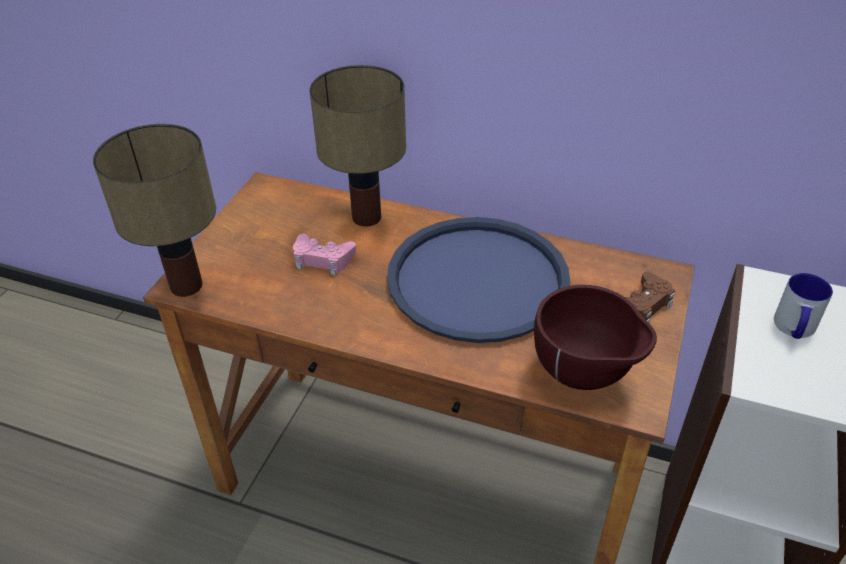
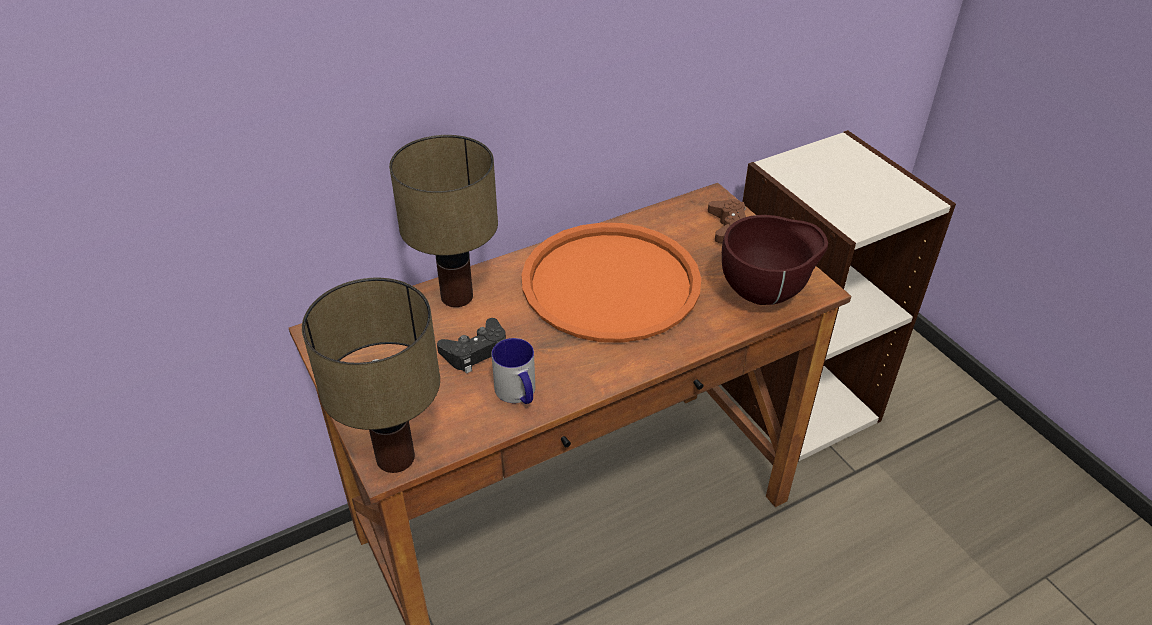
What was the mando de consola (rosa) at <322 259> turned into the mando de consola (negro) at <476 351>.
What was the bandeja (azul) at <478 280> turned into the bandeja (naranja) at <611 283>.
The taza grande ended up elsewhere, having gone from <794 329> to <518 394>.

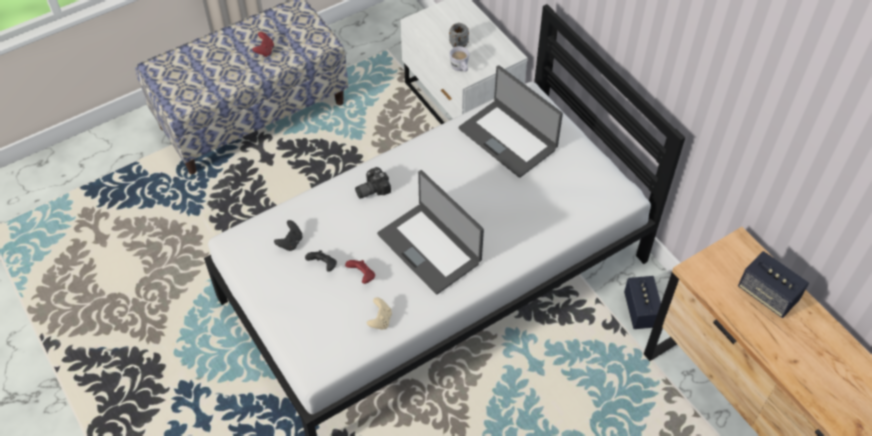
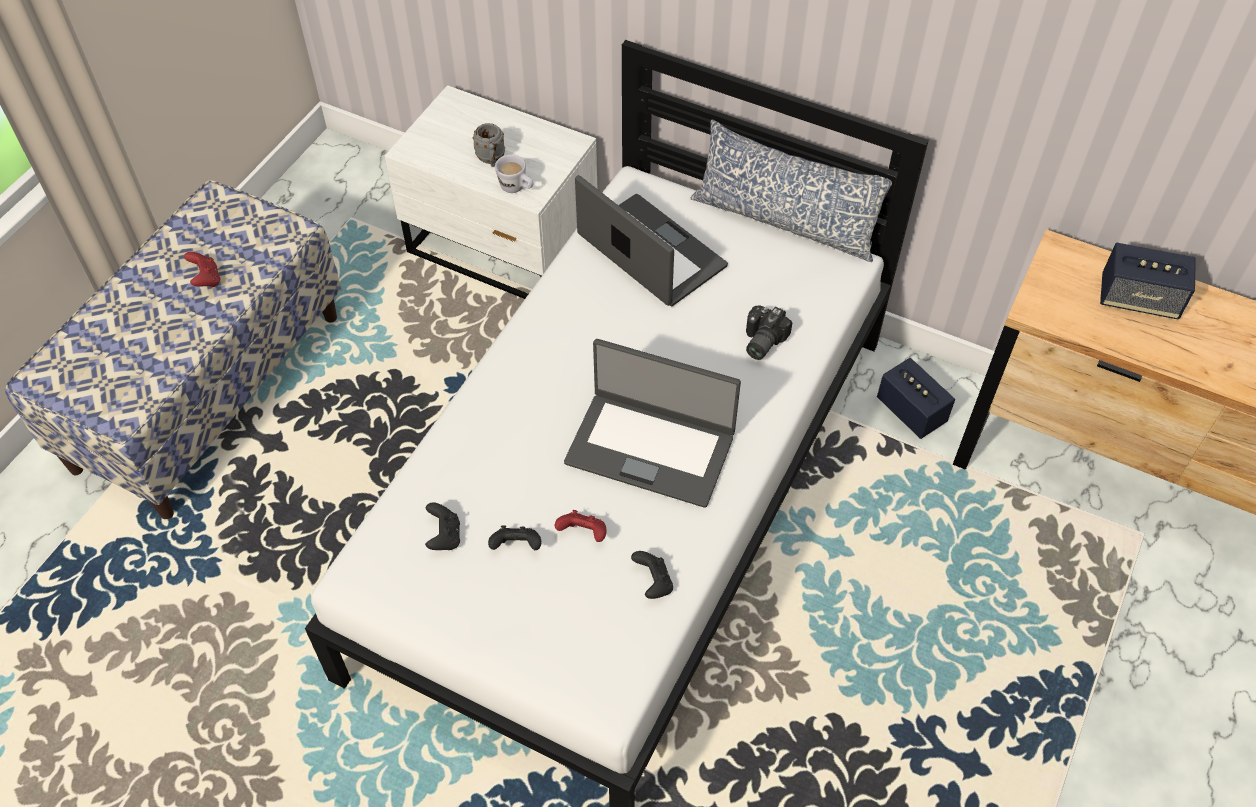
The cámara ended up elsewhere, having gone from <371 189> to <760 341>.
What was the mando de consola (beis) at <380 320> turned into the mando de consola (negro) at <653 583>.
The portátil at <508 138> ended up facing another way, 150 degrees counterclockwise from before.
The second view gained the cojín at <784 221>.

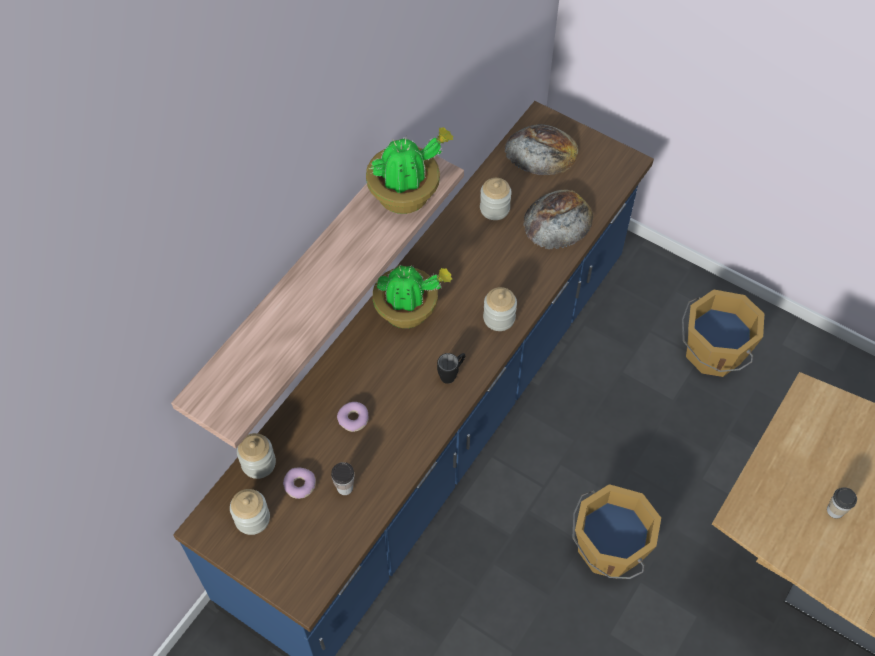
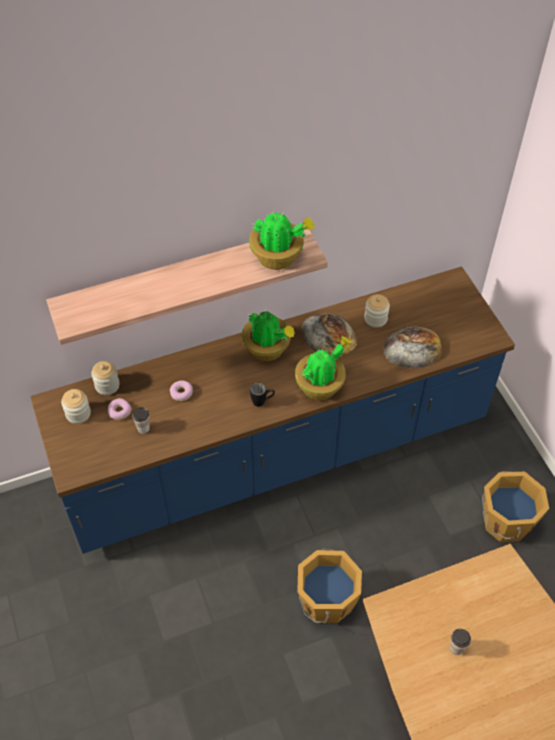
Where the tarro stood at <499 318>, the planta en maceta came to stand at <321 386>.
The pan ended up elsewhere, having gone from <541 150> to <329 335>.

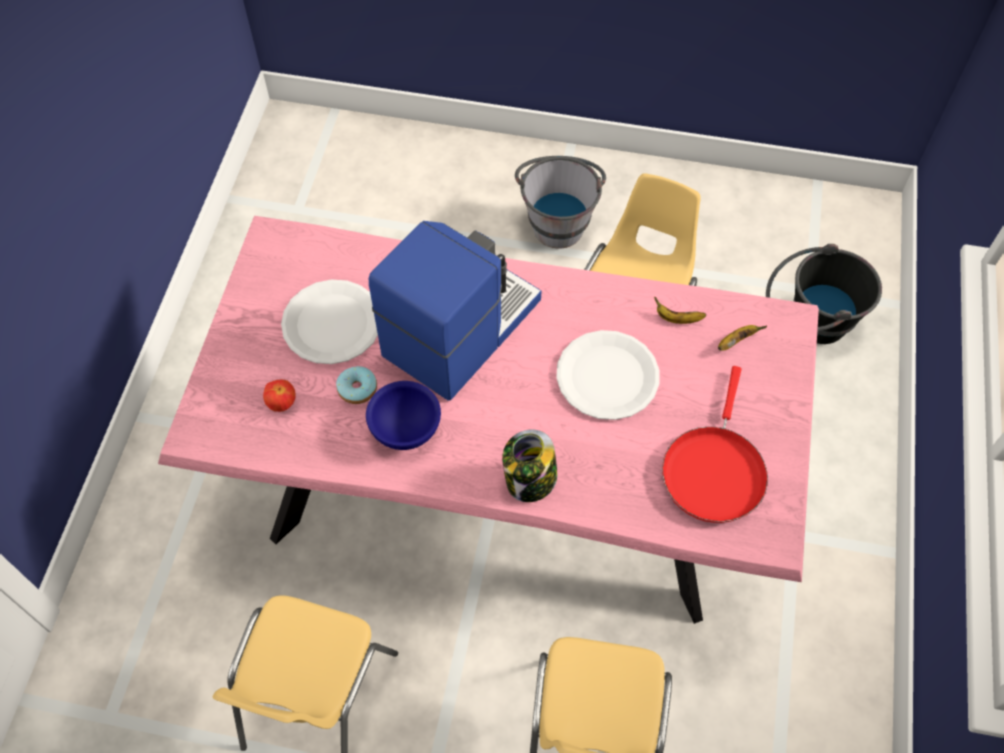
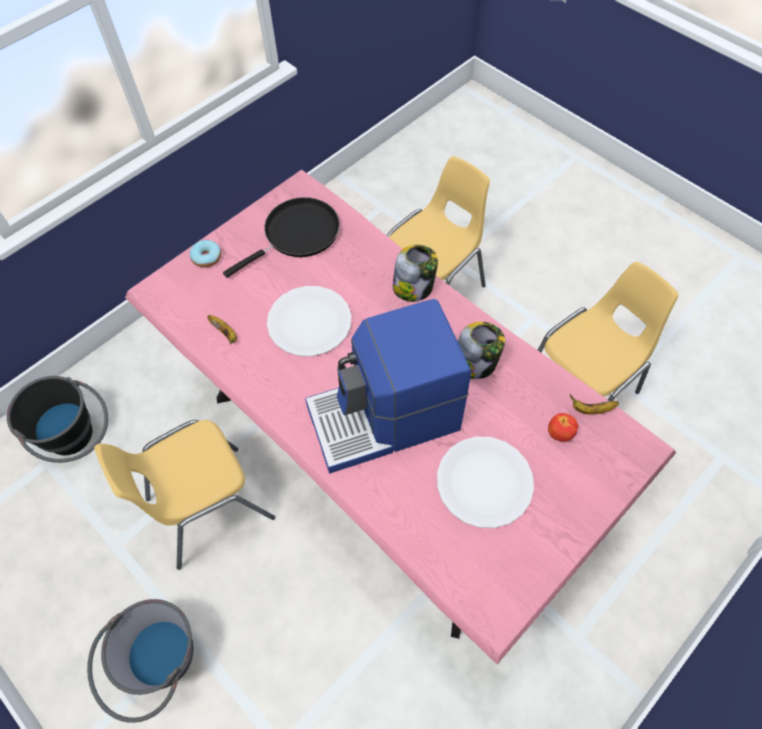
The rosquilla ended up elsewhere, having gone from <357 389> to <207 257>.
Where the cuenco (azul) stood at <406 430>, the tarro came to stand at <475 363>.
What was the sartén (rojo) at <714 470> turned into the sartén (negro) at <297 235>.
The plátano ended up elsewhere, having gone from <736 341> to <591 409>.

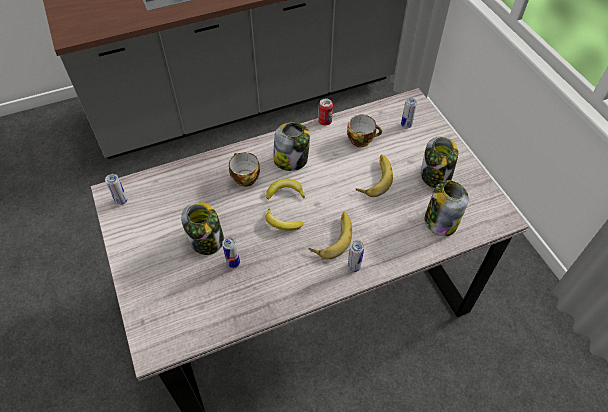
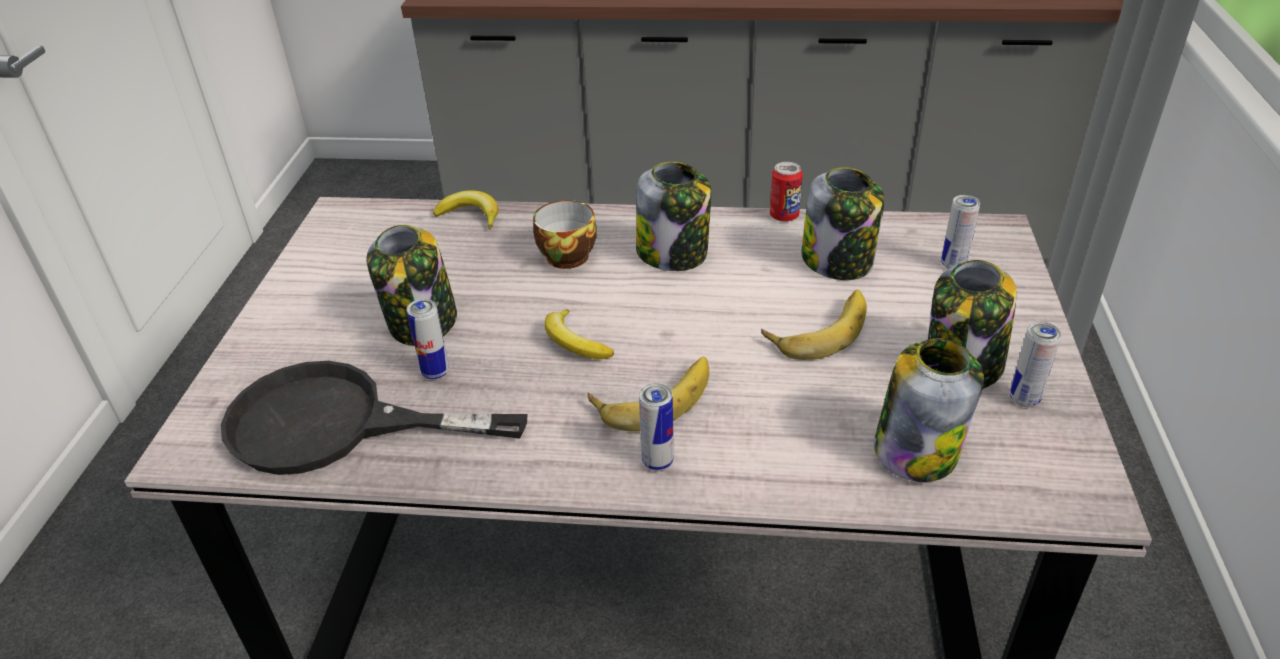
The lata ended up elsewhere, having gone from <121 201> to <1024 399>.
The plátano ended up elsewhere, having gone from <285 192> to <471 216>.
Where the taza stood at <361 139>, the tarro came to stand at <838 261>.
The second view gained the sartén (negro) at <335 425>.

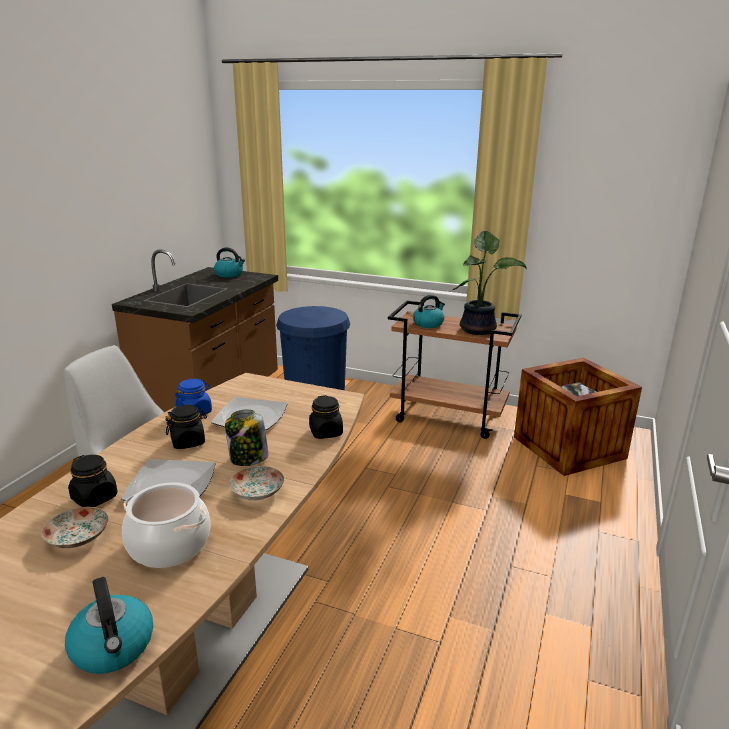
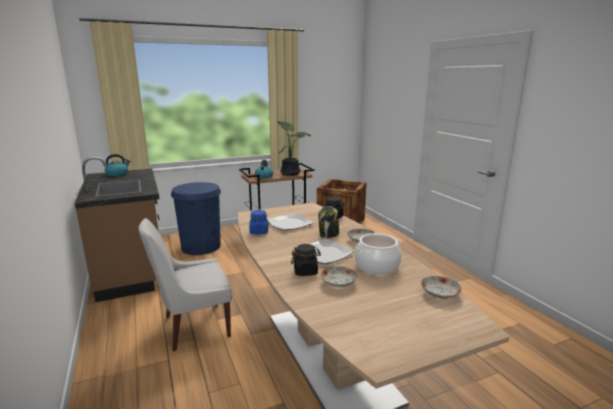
Where the hervidor stood at <114 647>, the plato came to stand at <439 293>.
The second view lost the tarro (negro) at <188 442>.

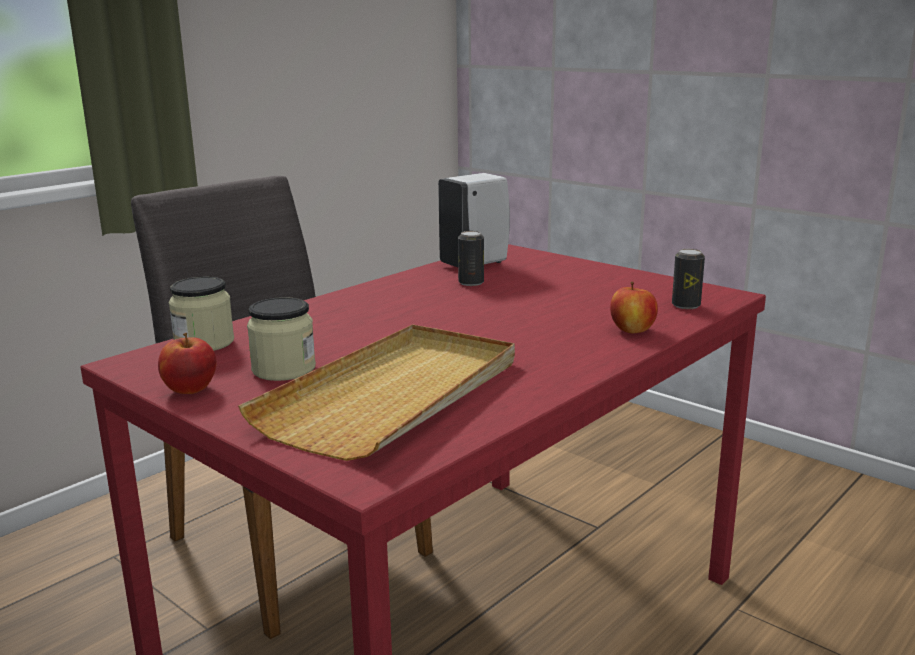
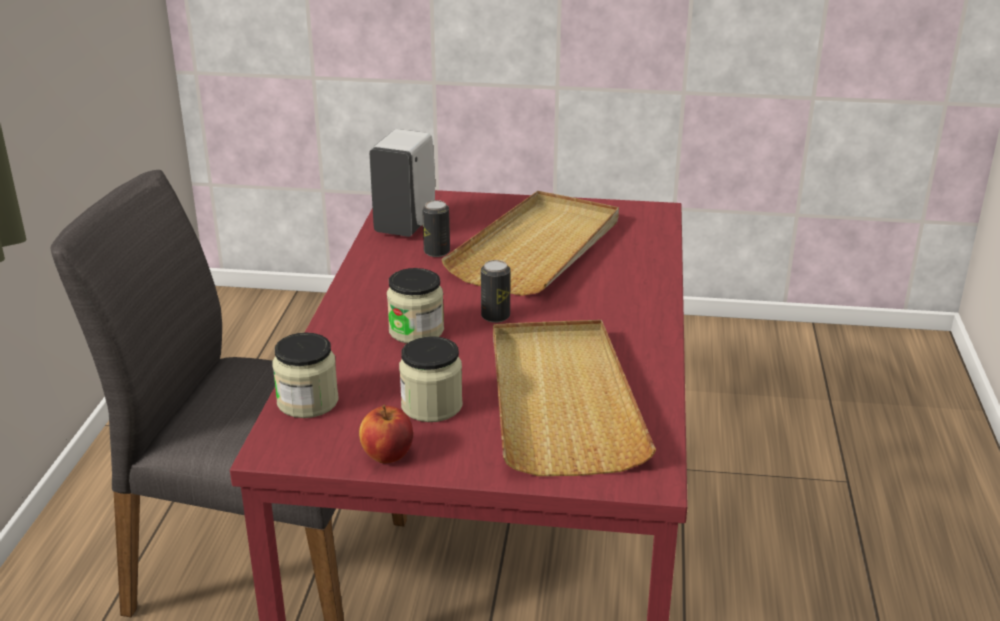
The second view lost the manzana at <632 330>.
The lata ended up elsewhere, having gone from <686 305> to <495 316>.
The second view gained the tarro at <416 331>.
The second view gained the bandeja (beis) at <538 248>.

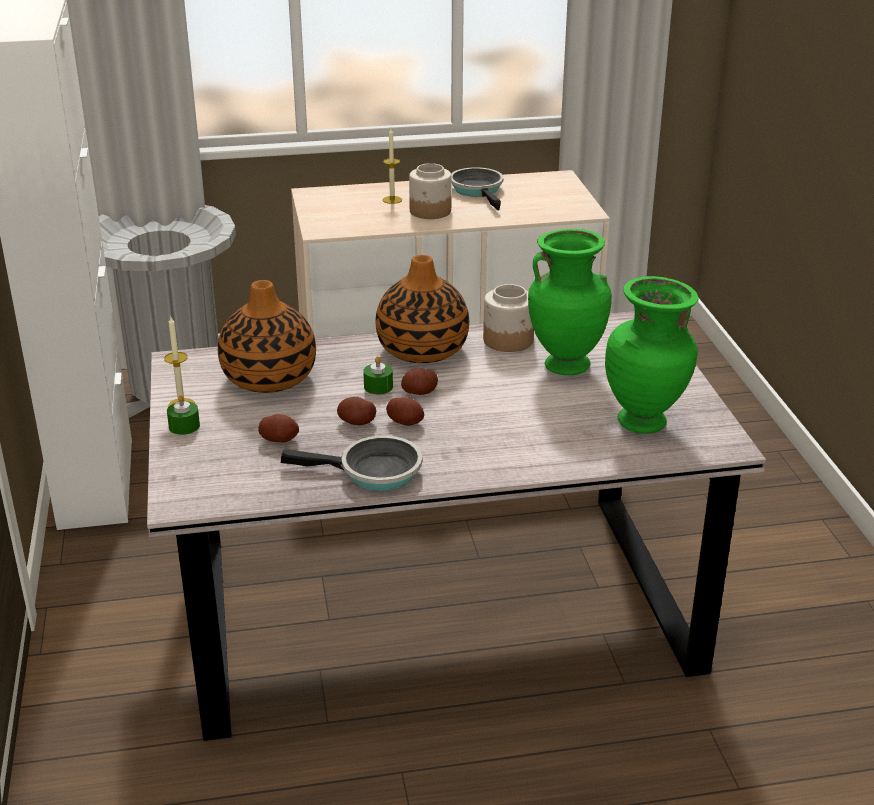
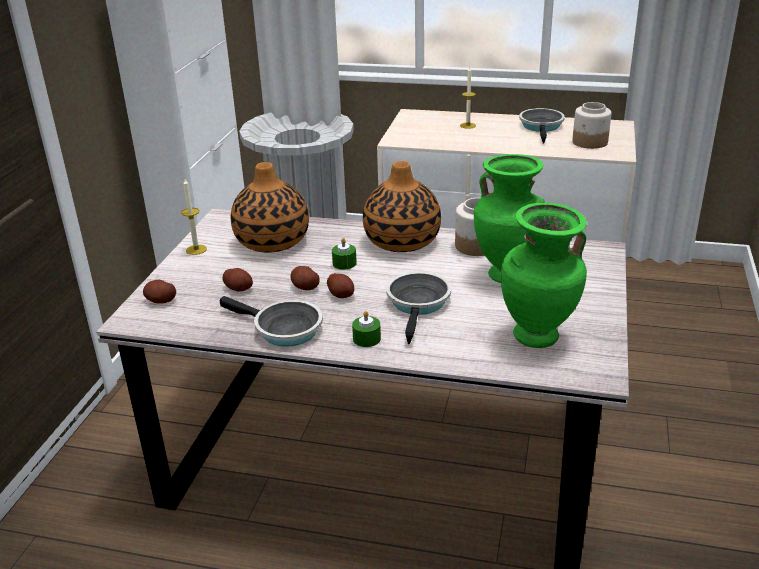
The vela (verde) ended up elsewhere, having gone from <184 426> to <366 339>.
The patata ended up elsewhere, having gone from <420 392> to <161 301>.
The tarro ended up elsewhere, having gone from <430 211> to <590 142>.
The second view gained the sartén at <418 304>.

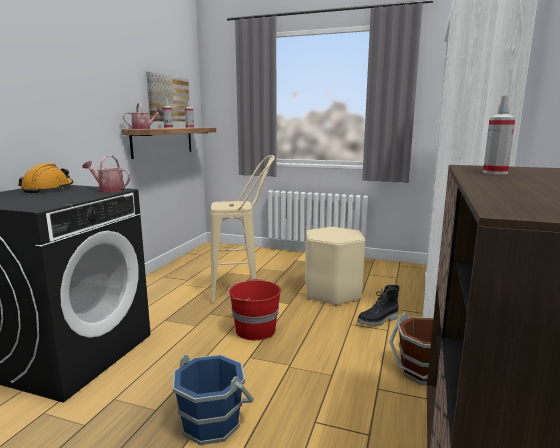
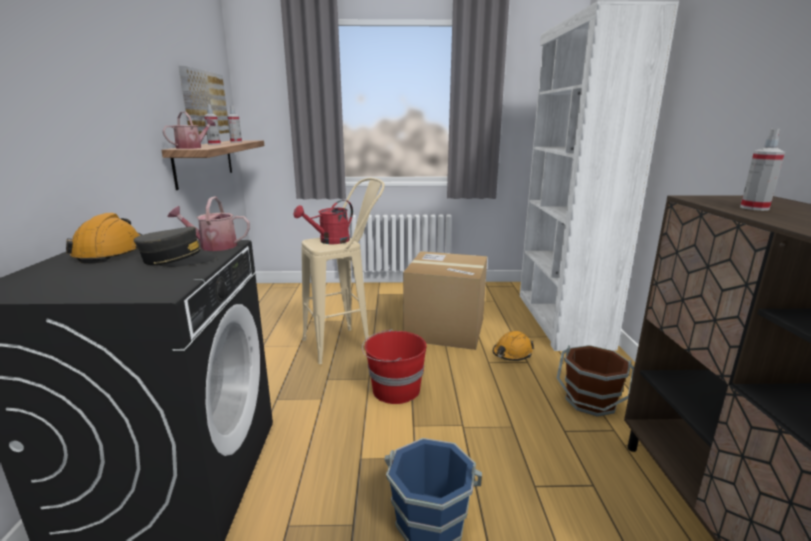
Where the taburete (beis) stood at <332 293>, the caja de cartón came to stand at <445 329>.
Where the bota (negro) stood at <378 321>, the casco (naranja) came to stand at <512 353>.
The second view gained the gorra (gris) at <177 260>.
The second view gained the regadera (rojo) at <329 241>.

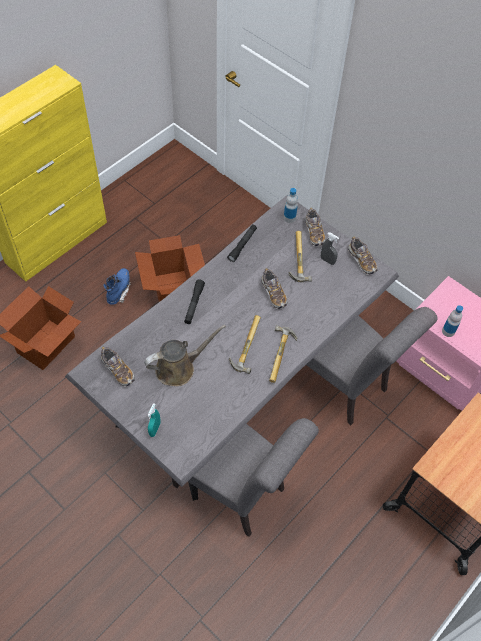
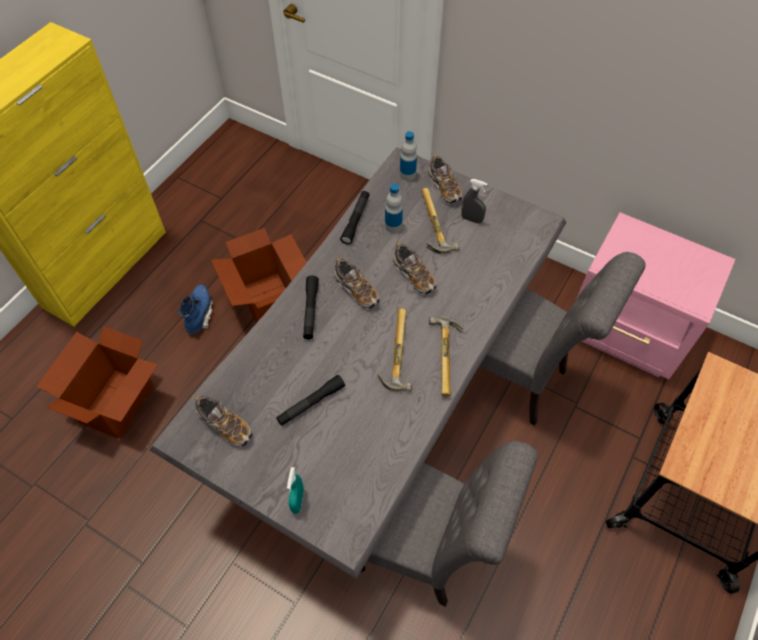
Where the regadera (marrón) stood at <179 368>, the linterna (negro) came to stand at <311 403>.
The zapato ended up elsewhere, having gone from <362 260> to <356 290>.
The botella ended up elsewhere, having gone from <448 331> to <393 226>.

